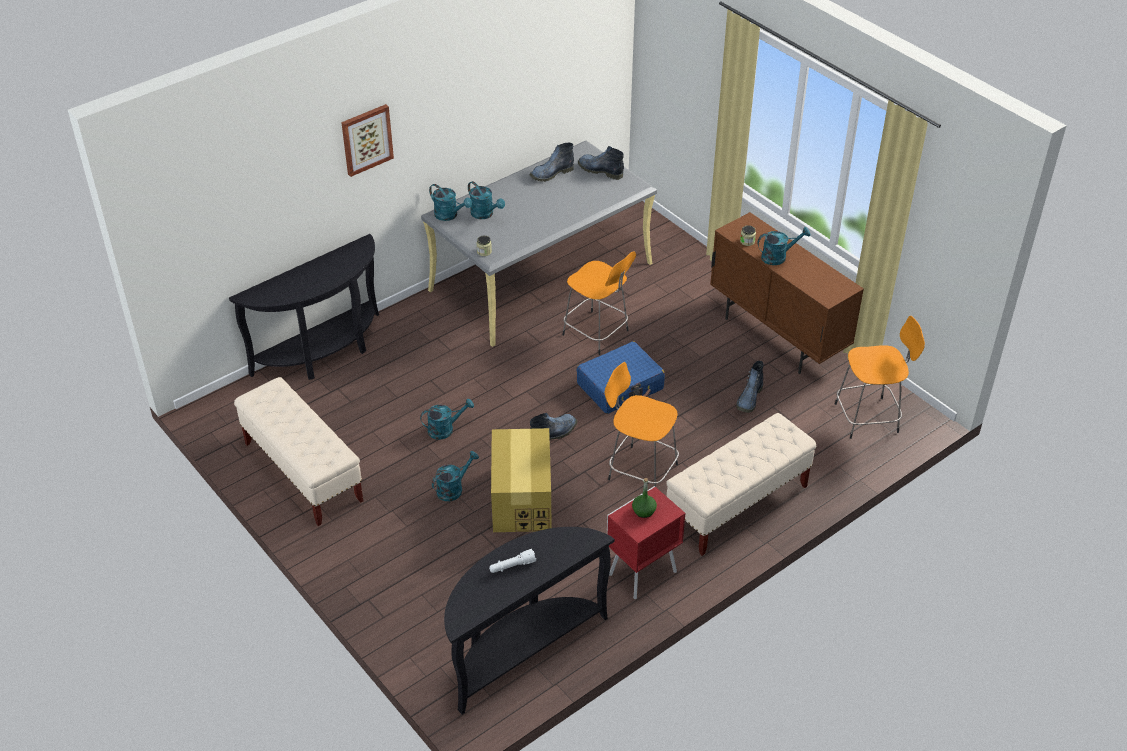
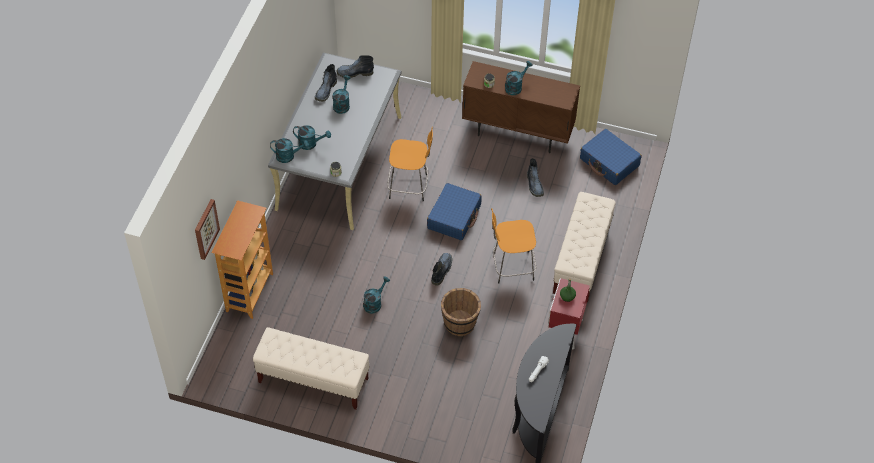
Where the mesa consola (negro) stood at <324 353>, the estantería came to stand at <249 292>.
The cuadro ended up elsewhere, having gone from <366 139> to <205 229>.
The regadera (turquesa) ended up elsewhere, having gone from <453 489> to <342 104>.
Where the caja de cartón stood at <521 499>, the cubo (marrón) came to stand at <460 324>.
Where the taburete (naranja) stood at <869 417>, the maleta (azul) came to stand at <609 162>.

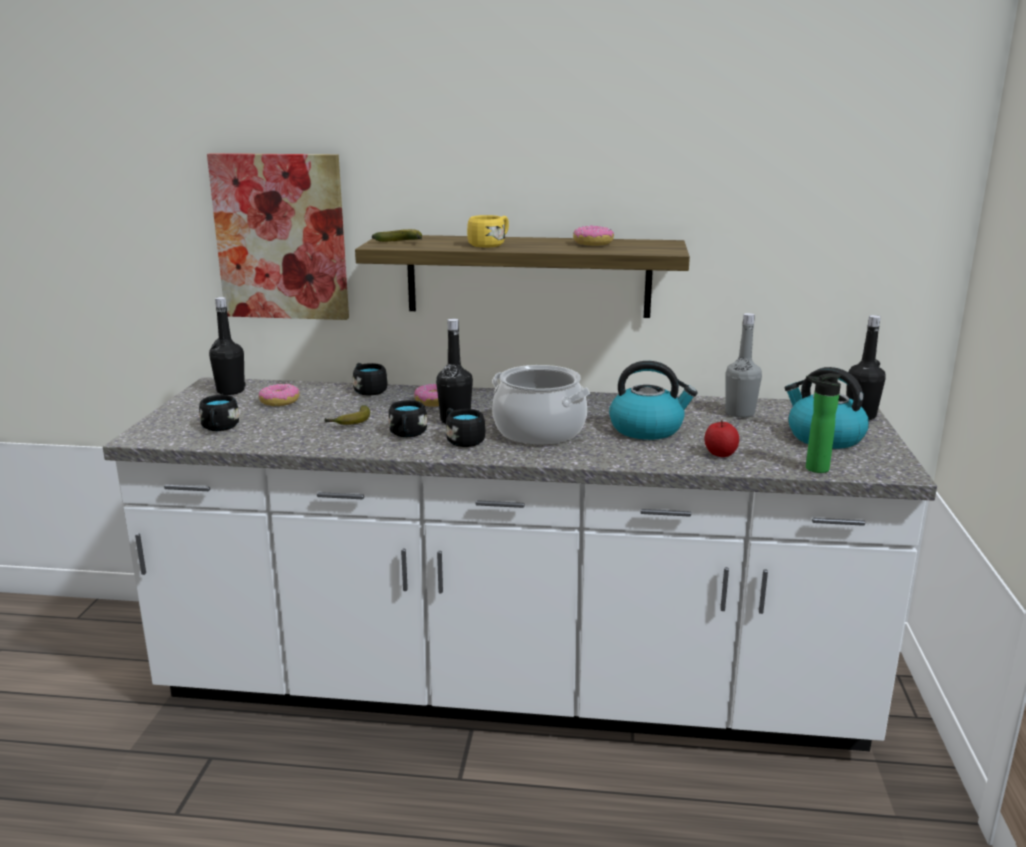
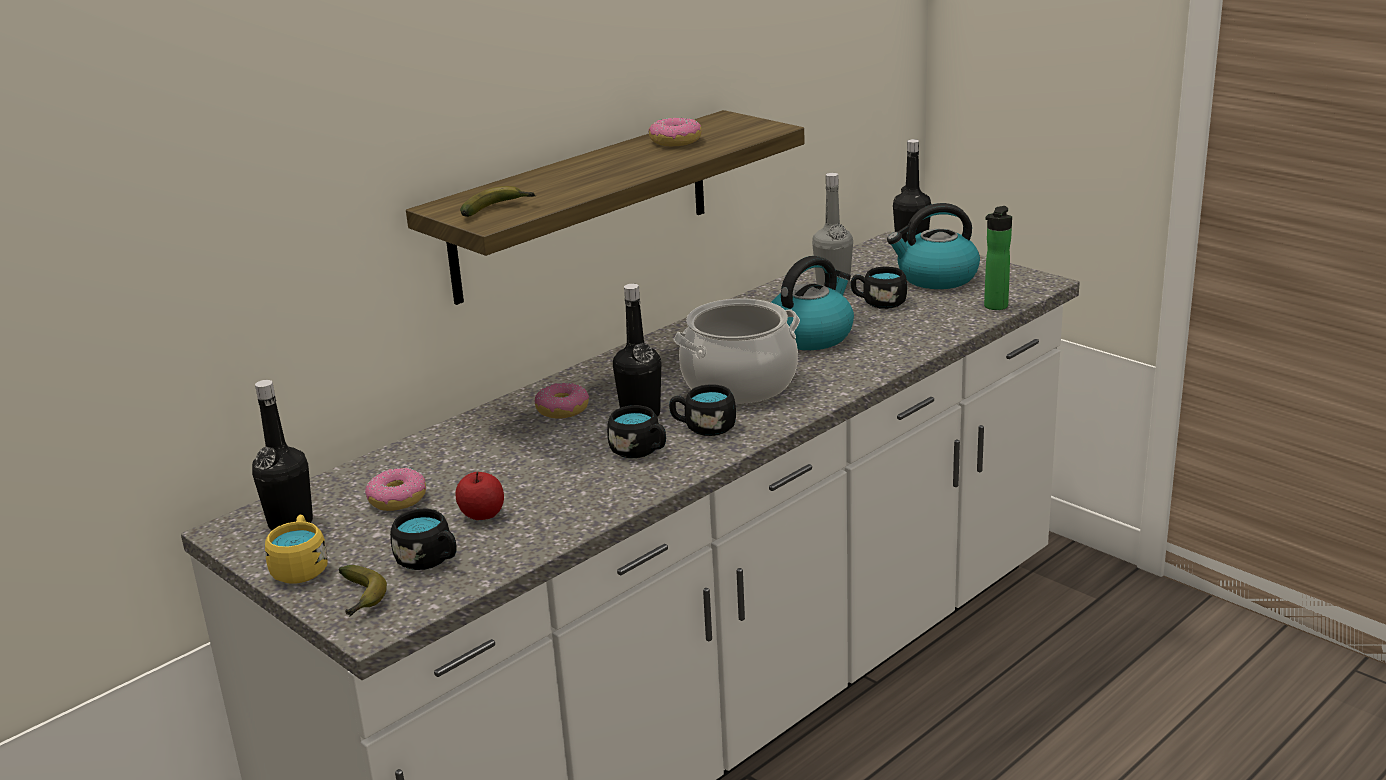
The second view lost the cuadro at <281 237>.
The plátano ended up elsewhere, having gone from <350 422> to <361 599>.
The taza grande (negro) ended up elsewhere, having gone from <368 390> to <878 302>.
The taza grande (amarillo) ended up elsewhere, having gone from <490 244> to <301 567>.
The manzana ended up elsewhere, having gone from <720 454> to <482 515>.

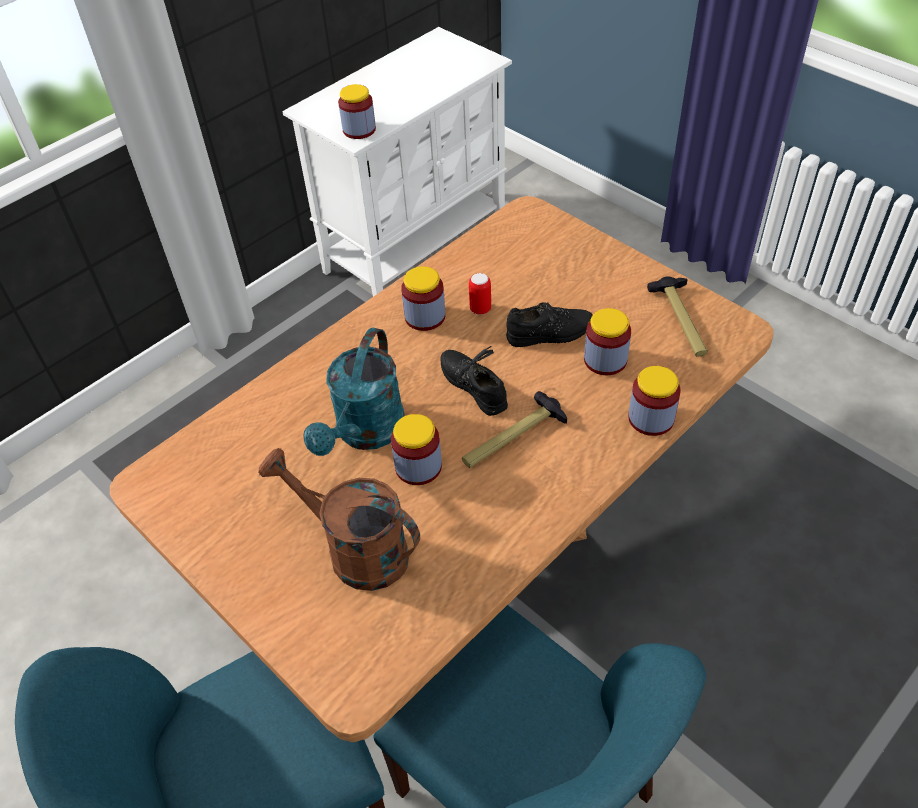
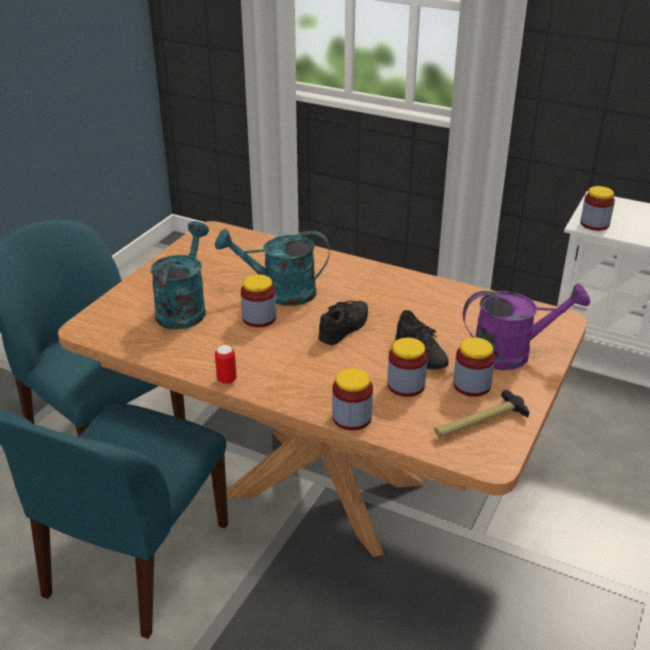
What was the regadera (marrón) at <355 550> turned into the regadera (turquesa) at <184 308>.
The tarro ended up elsewhere, having gone from <425 317> to <471 385>.
The second view lost the martillo at <512 438>.
The lata ended up elsewhere, having gone from <480 309> to <226 380>.
The second view gained the regadera (morado) at <512 352>.

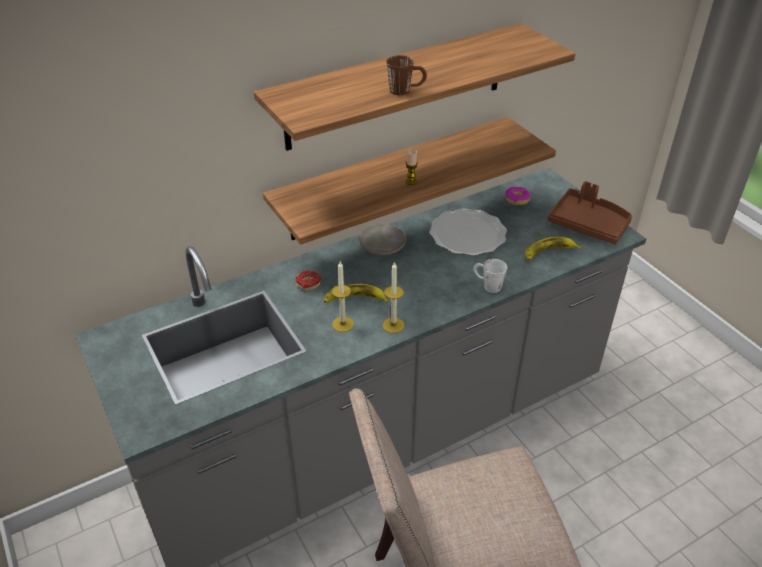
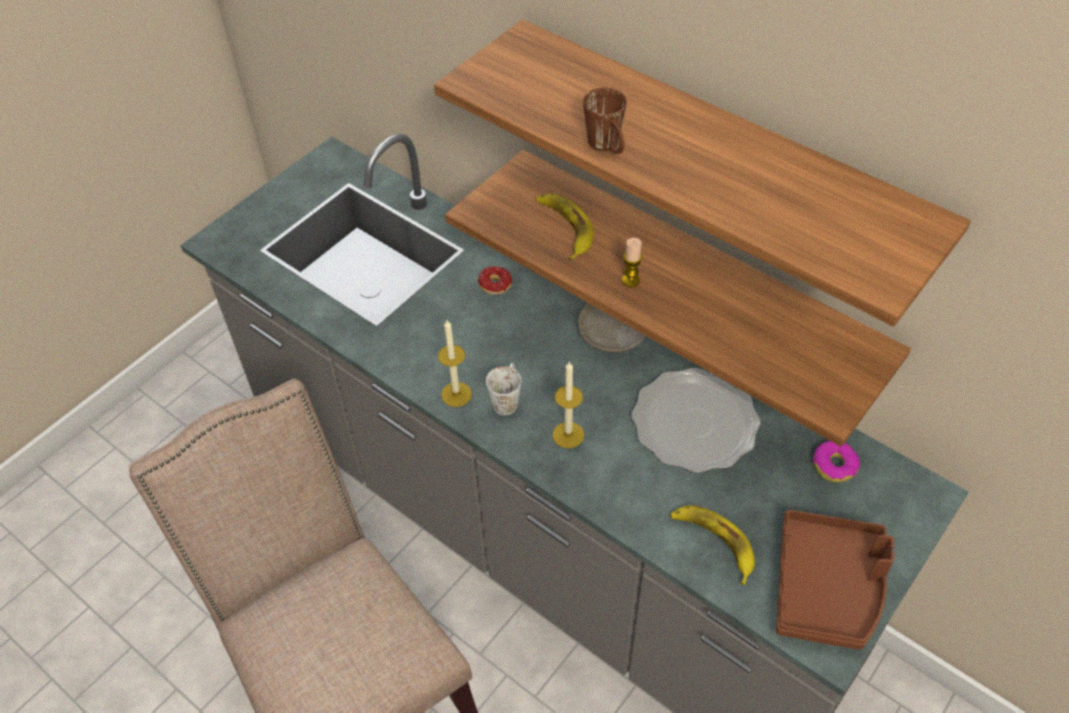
The plátano ended up elsewhere, having gone from <354 299> to <565 228>.
The vela ended up elsewhere, having gone from <343 324> to <568 435>.
The taza grande (blanco) ended up elsewhere, having gone from <487 285> to <507 398>.

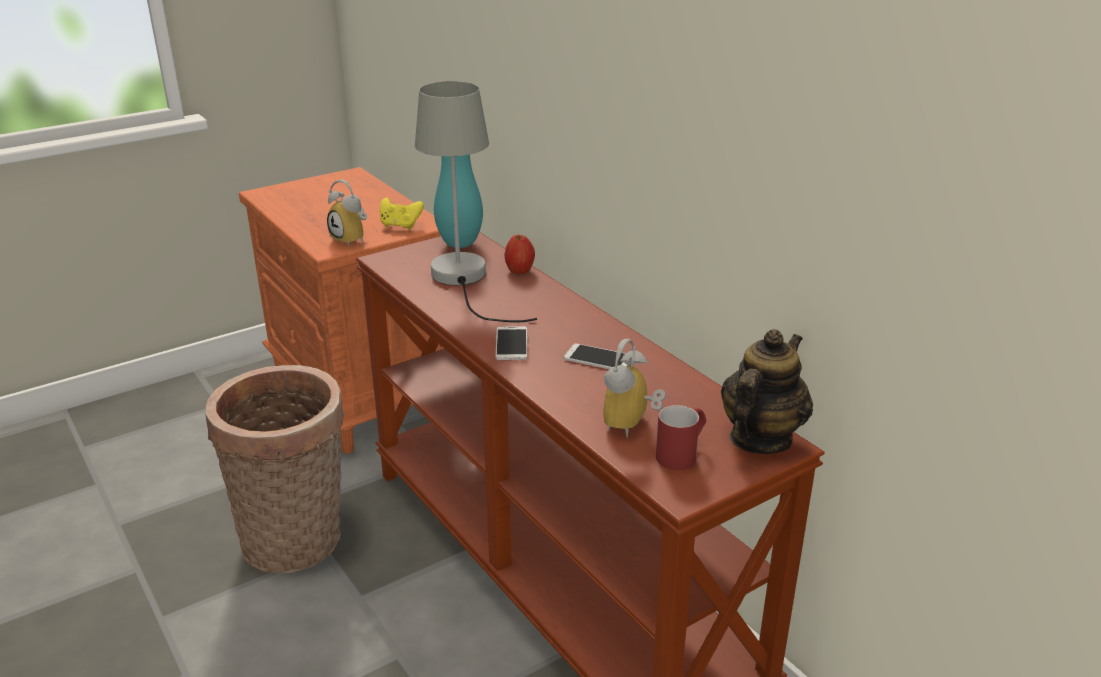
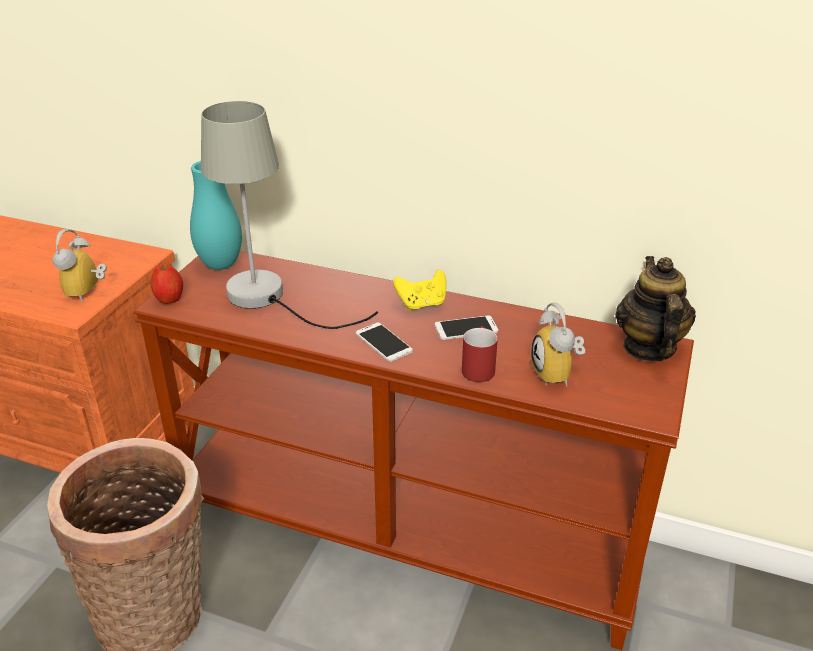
The despertador at <353 239> ended up facing another way, 90 degrees clockwise from before.
The mando de consola (amarillo) ended up elsewhere, having gone from <400 226> to <422 304>.
The manzana ended up elsewhere, having gone from <519 270> to <170 299>.
The taza grande (rojo) ended up elsewhere, having gone from <682 453> to <478 366>.

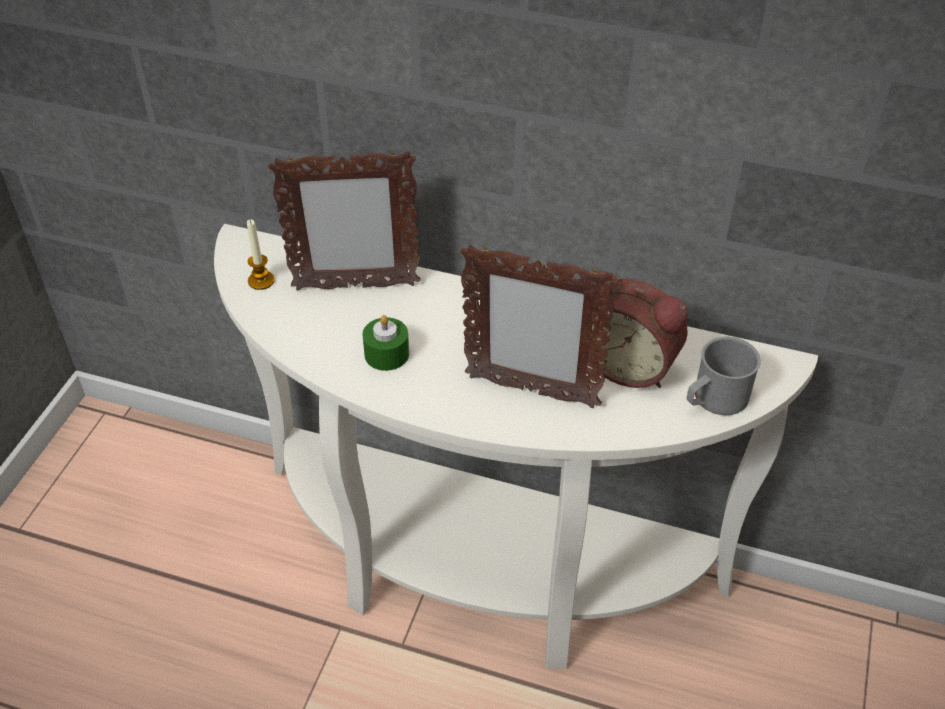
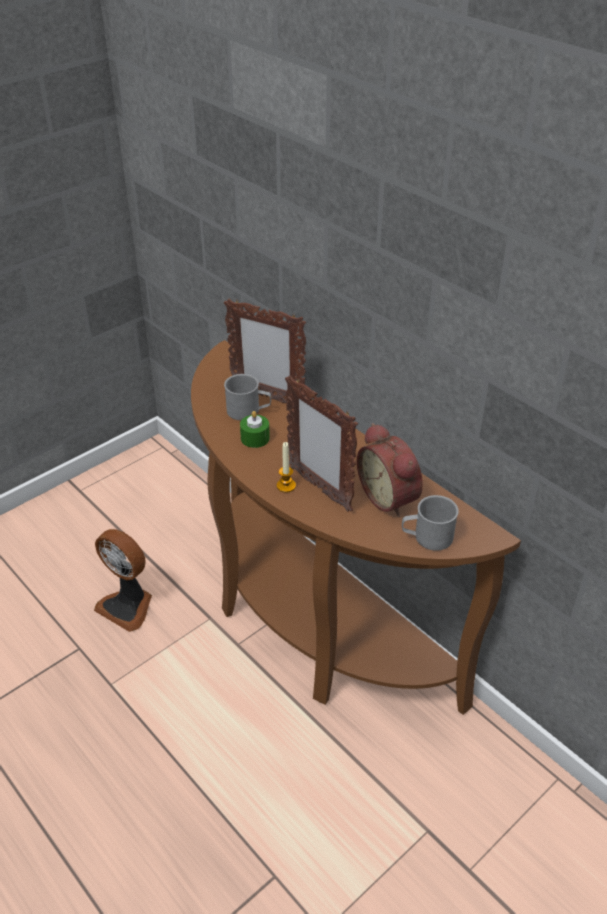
What was the mesa consola (blanco) at <476 572> turned into the mesa consola (marrón) at <310 624>.
The vela ended up elsewhere, having gone from <261 281> to <286 486>.
The second view gained the ventilador at <128 606>.
The second view gained the taza grande (gris) at <248 411>.

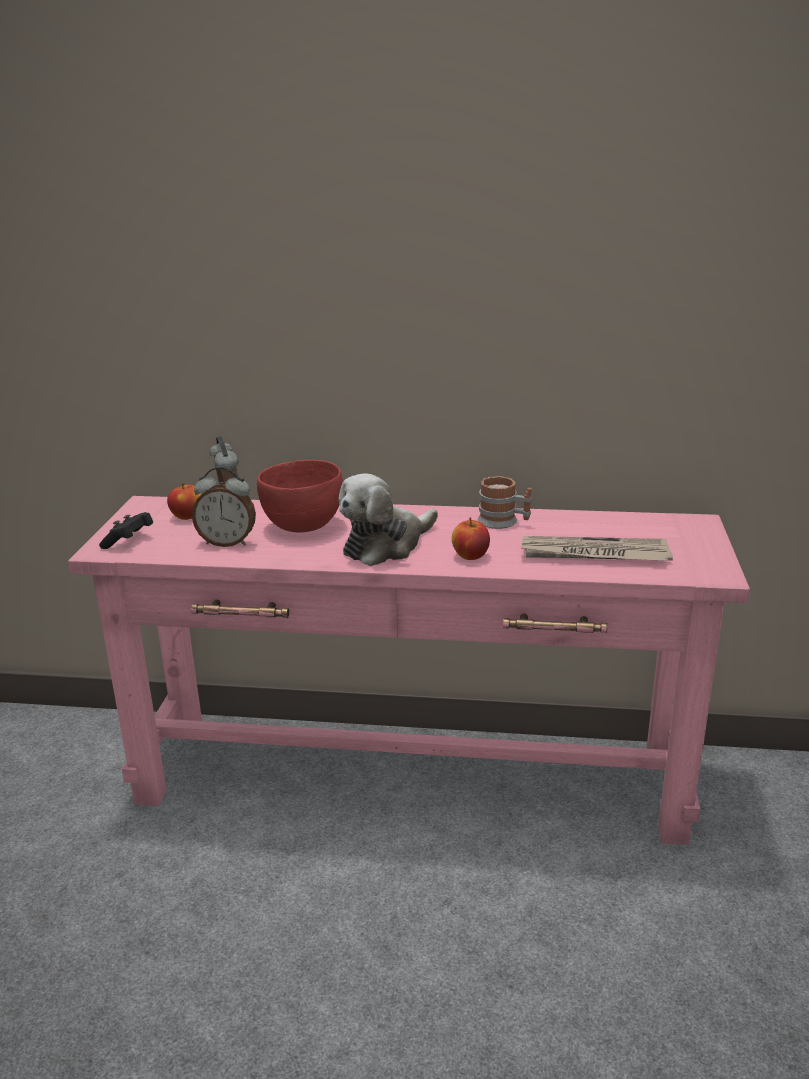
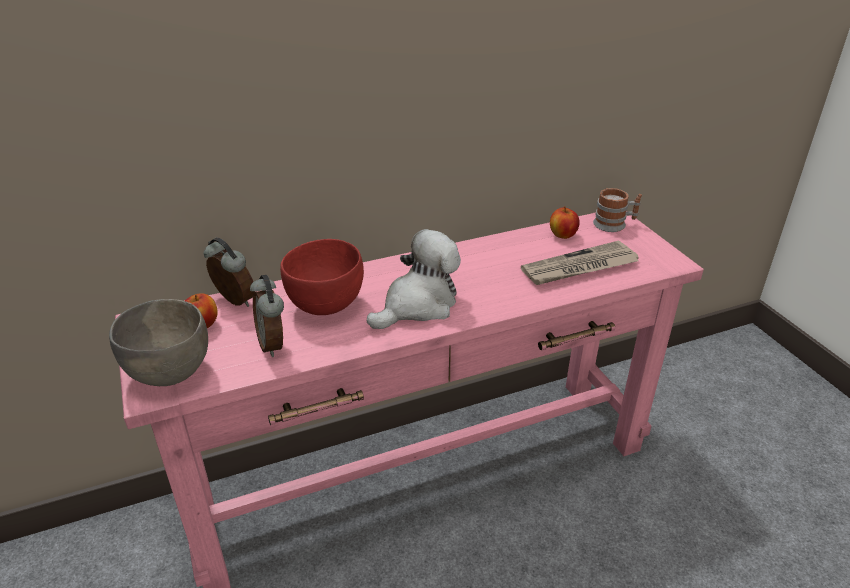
Where the mando de consola (negro) stood at <129 541>, the cuenco (gris) came to stand at <170 373>.
The despertador at <227 542> ended up facing another way, 90 degrees clockwise from before.
The peluche at <386 545> ended up facing another way, 150 degrees counterclockwise from before.
The manzana ended up elsewhere, having gone from <470 556> to <562 235>.
The taza grande ended up elsewhere, having gone from <504 522> to <614 224>.

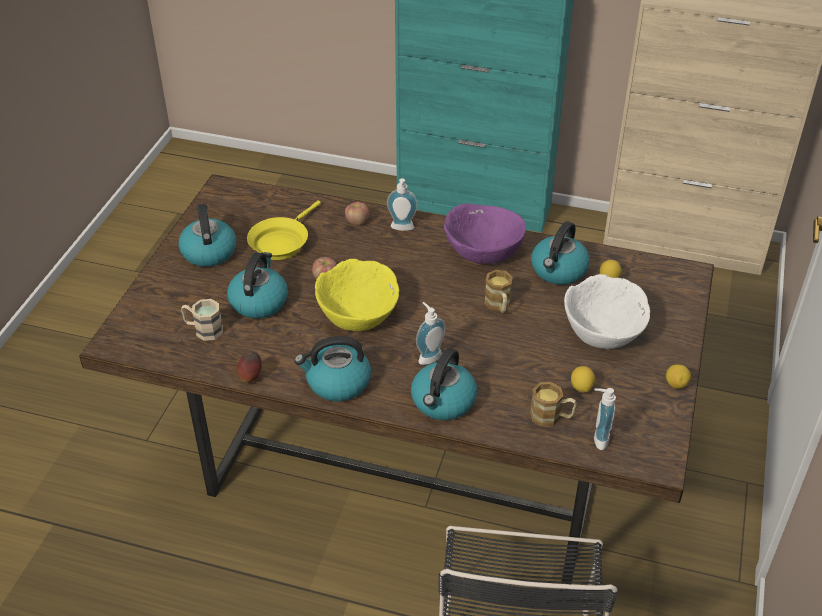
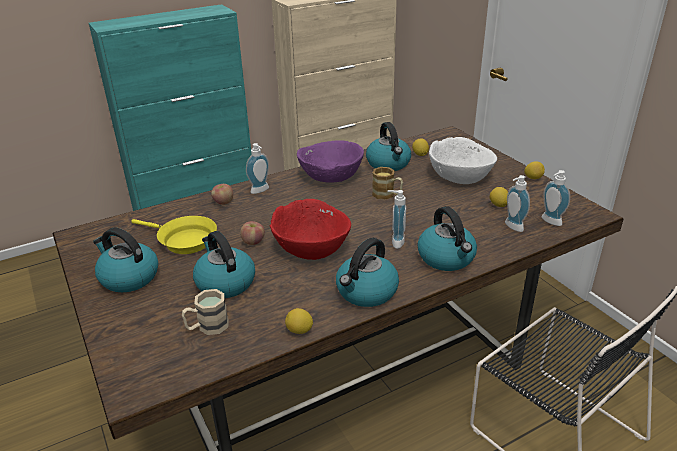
Where the manzana stood at <251 377>, the limón came to stand at <299 331>.
The sartén (amarillo) at <281 242> ended up facing another way, 45 degrees counterclockwise from before.
What was the cuenco (amarillo) at <359 314> turned into the cuenco (rojo) at <311 247>.
Where the taza grande stood at <551 417>, the dispensador de jabón came to stand at <512 227>.

